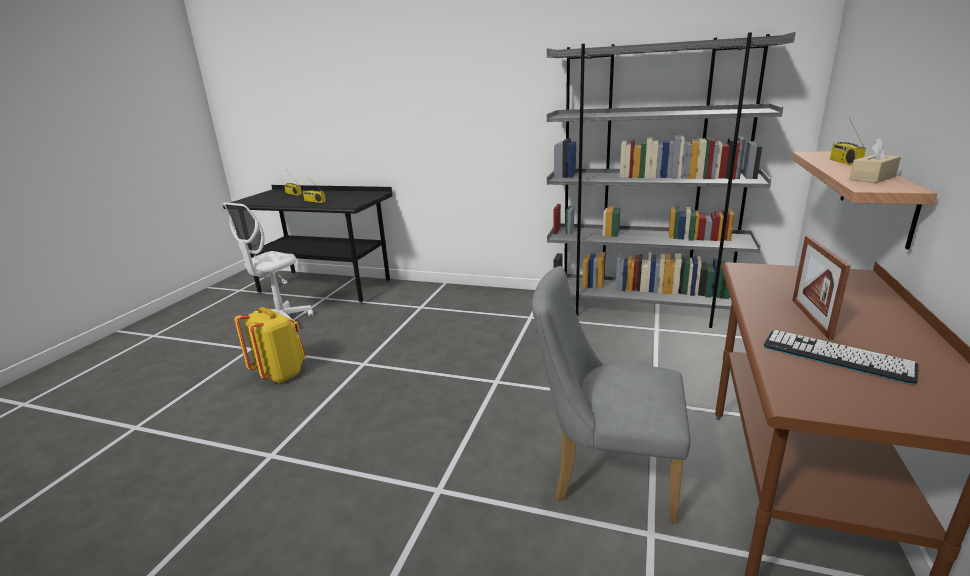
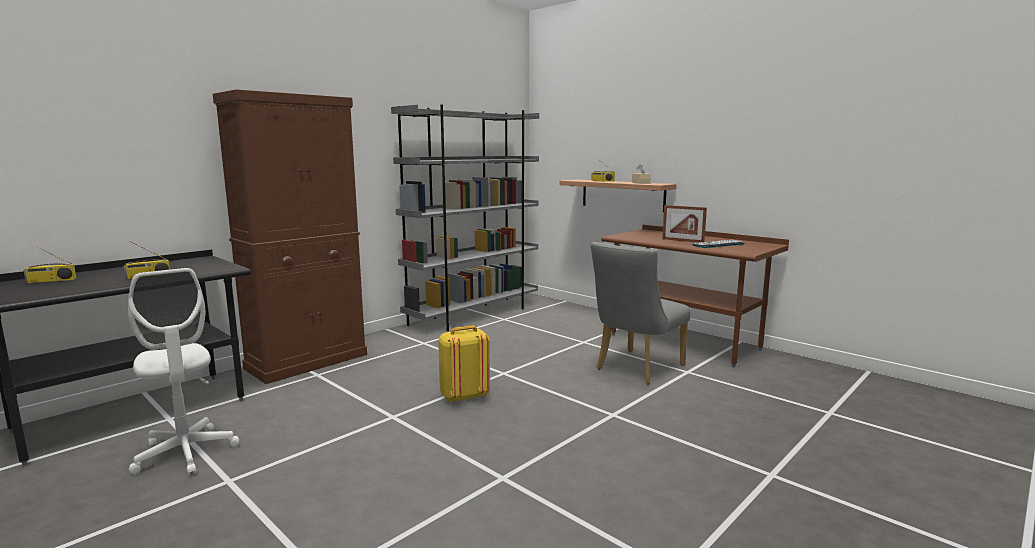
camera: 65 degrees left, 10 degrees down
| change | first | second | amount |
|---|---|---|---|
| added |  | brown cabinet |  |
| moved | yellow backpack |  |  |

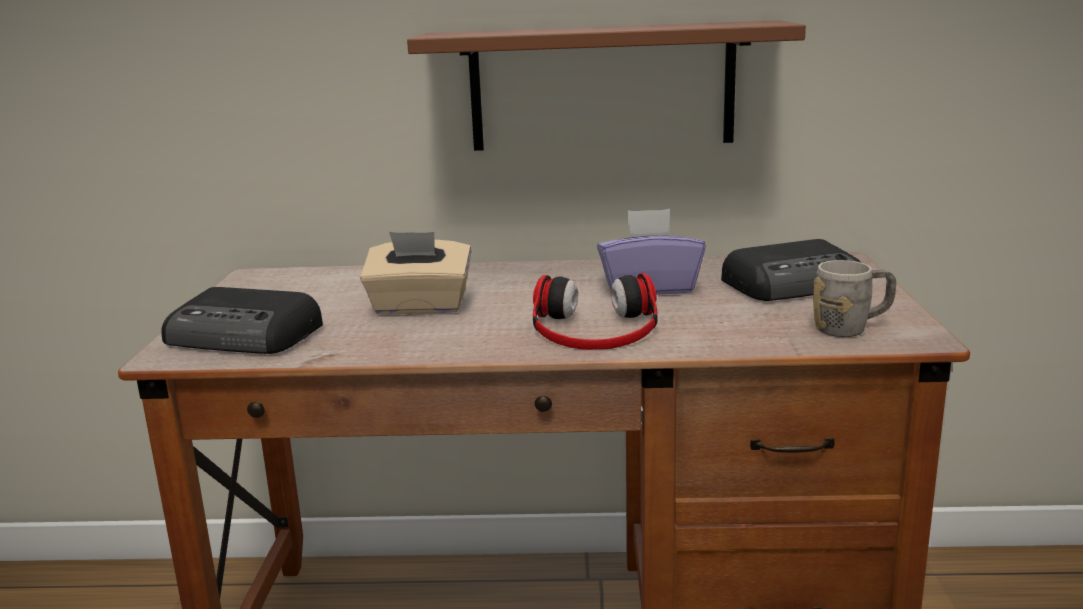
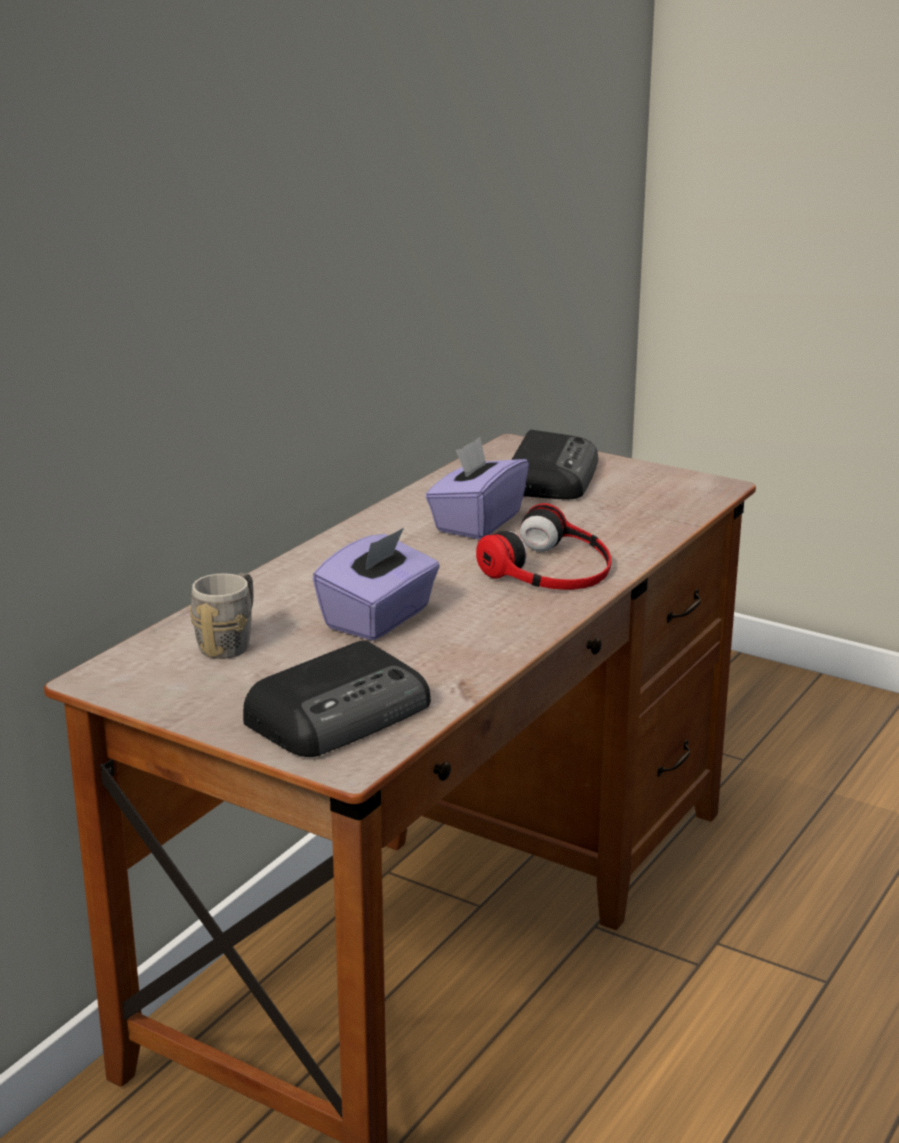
camera: 60 degrees left, 5 degrees up
| change | first | second | amount |
|---|---|---|---|
| moved | grey mug |  |  |
| recoloured | beige tissue box | purple tissue box (1st from left) |  |
| removed | brown shelf |  |  |

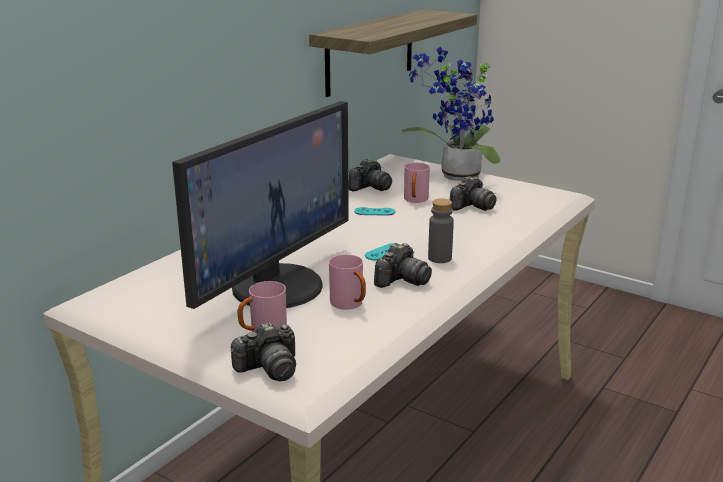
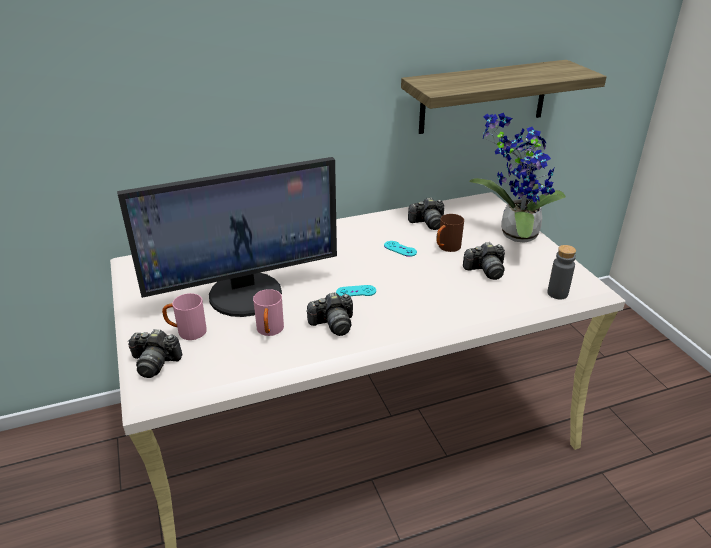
camera: 35 degrees right, 10 degrees up
| change | first | second | amount |
|---|---|---|---|
| recoloured | pink mug (3rd from left) | brown mug |  |
| moved | grey bottle |  |  |

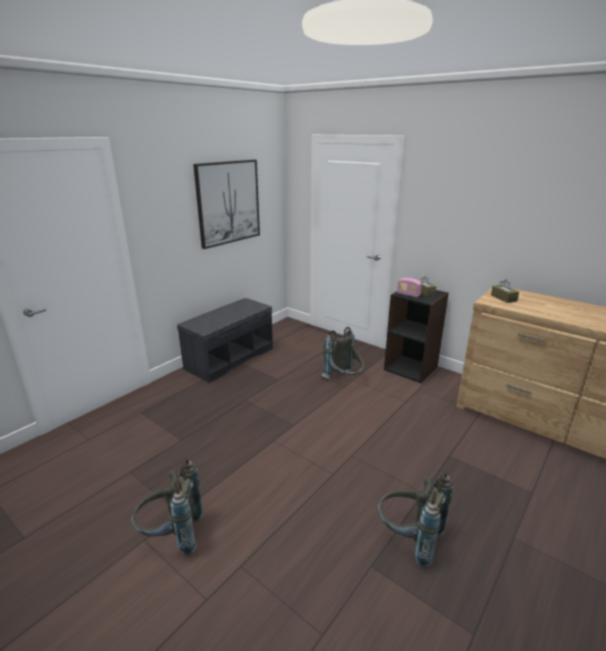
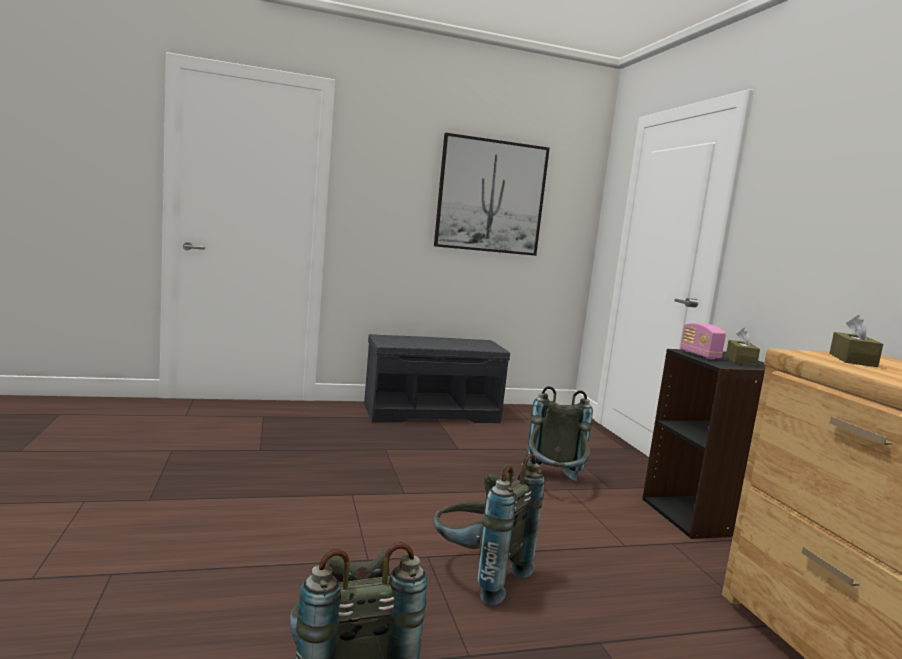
camera: 35 degrees right, 15 degrees down
| change | first | second | amount |
|---|---|---|---|
| moved | grey backpack (1st from left in the first image) | grey backpack (2nd from left) |  |

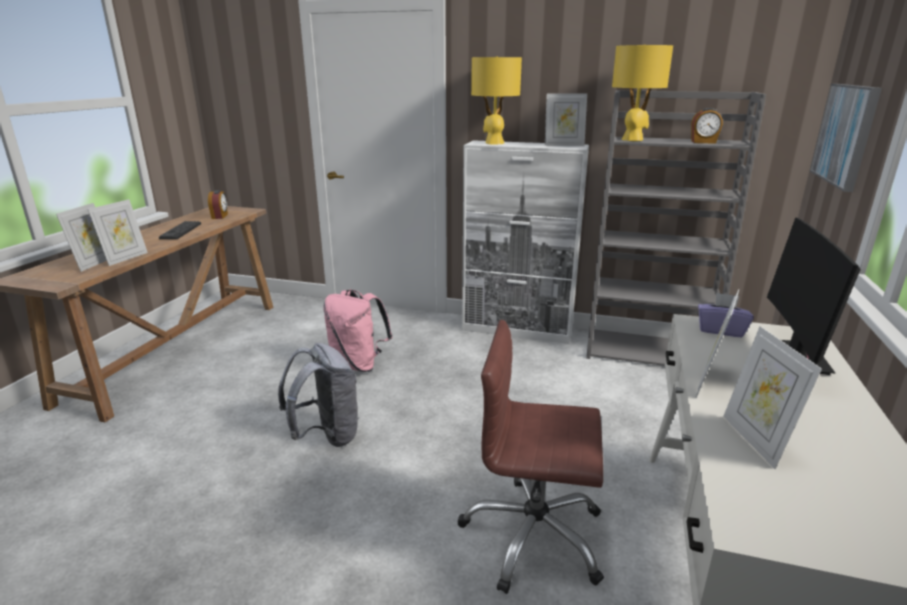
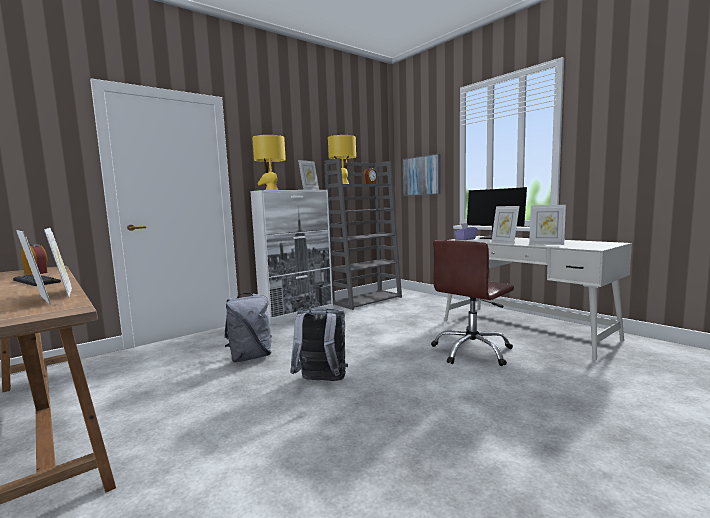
camera: 55 degrees left, 15 degrees down
| change | first | second | amount |
|---|---|---|---|
| recoloured | pink backpack | grey backpack (1st from left) |  |

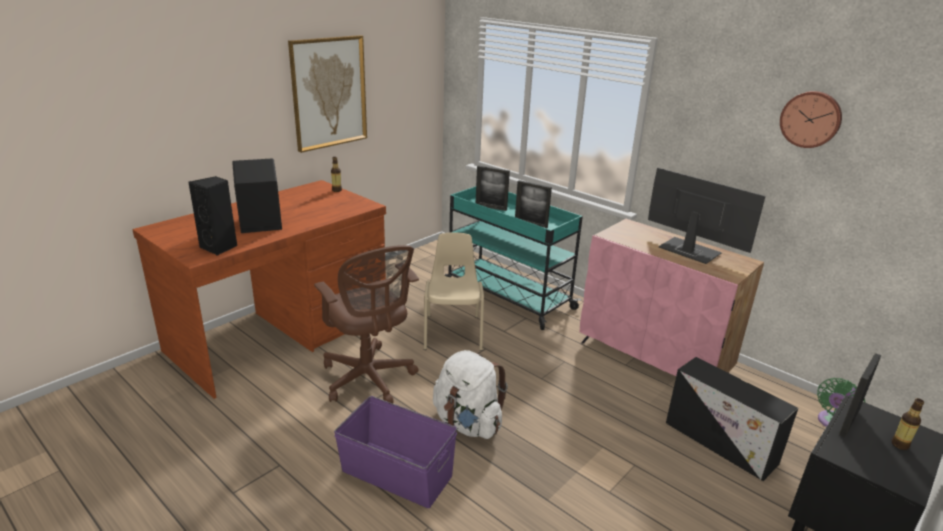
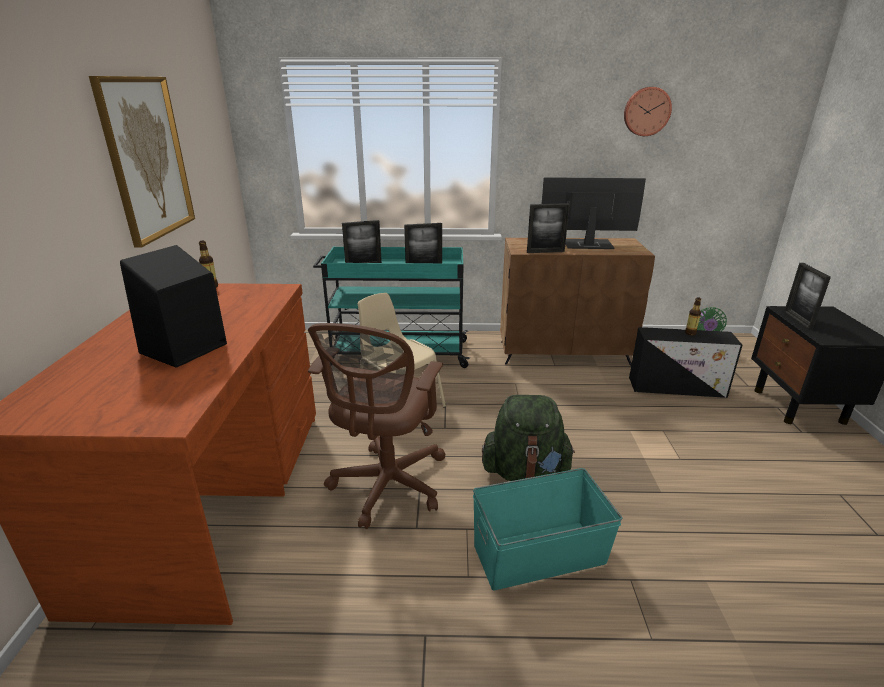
camera: 40 degrees left, 0 degrees up
| change | first | second | amount |
|---|---|---|---|
| turned | brown office chair |  | 90 degrees clockwise |
| recoloured | purple storage box | turquoise storage box |  |
| recoloured | white backpack | green backpack |  |
| recoloured | pink cabinet | brown cabinet |  |
| added |  | picture frame (3rd from left) |  |
| moved | bottle (2nd from left) |  |  |
| removed | black speaker (1st from left) |  |  |

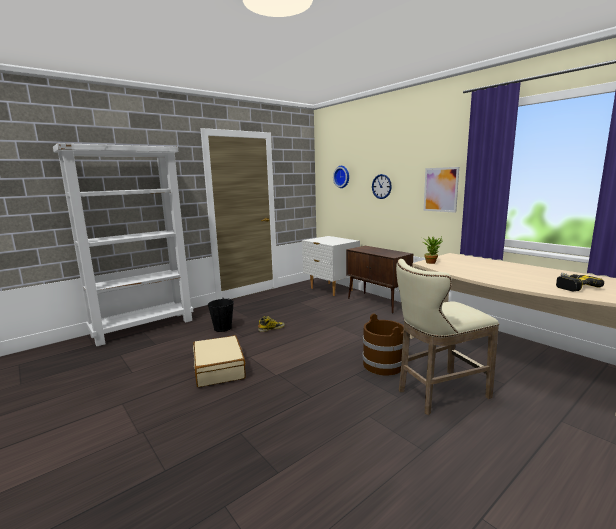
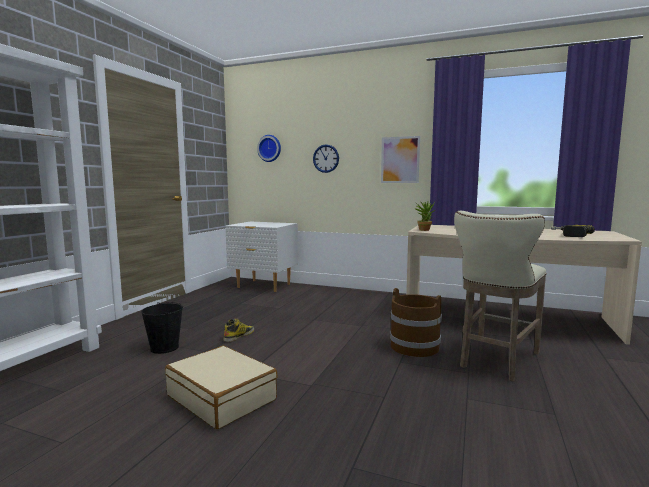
camera: 30 degrees left, 5 degrees down
| change | first | second | amount |
|---|---|---|---|
| removed | brown cabinet |  |  |

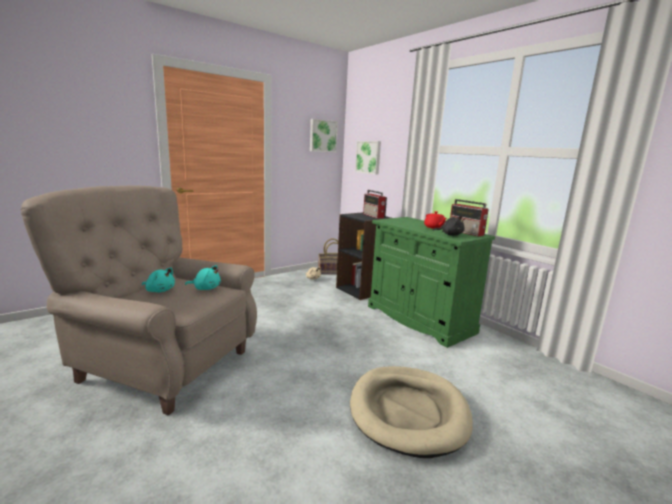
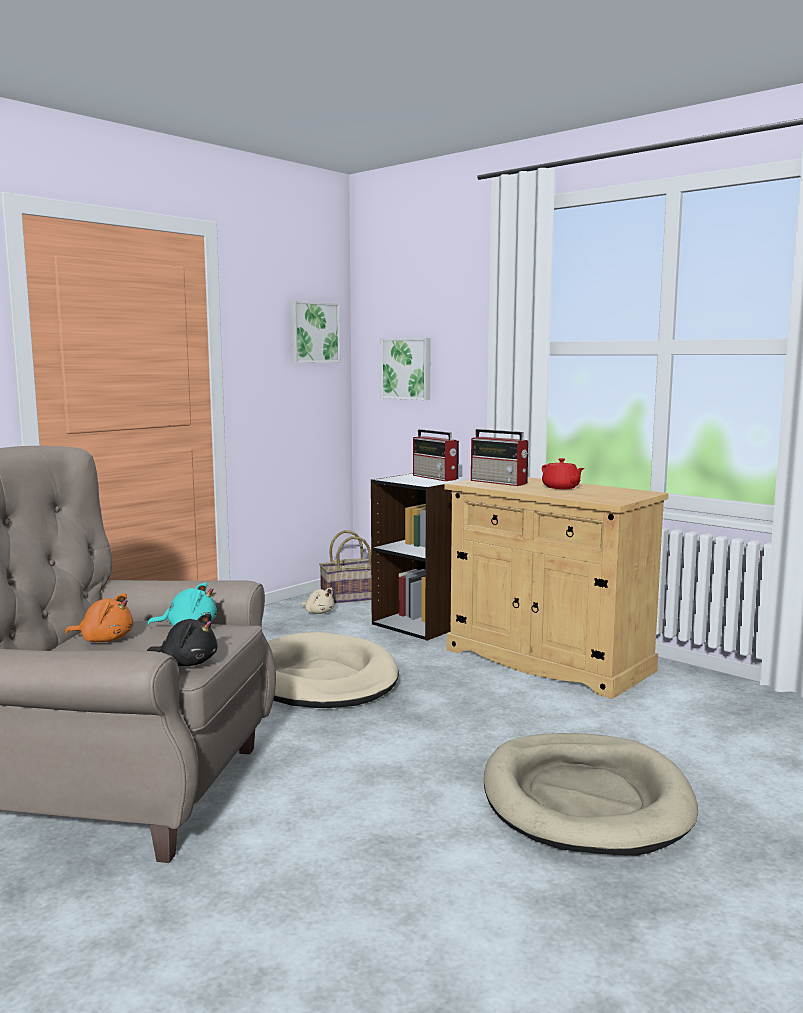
camera: 10 degrees left, 5 degrees down
| change | first | second | amount |
|---|---|---|---|
| recoloured | turquoise plush toy (1st from left) | orange plush toy |  |
| moved | black plush toy |  |  |
| added |  | beige dog bed (1st from left) |  |
| recoloured | green cabinet | beige cabinet |  |
| moved | radio (2nd from left) |  |  |

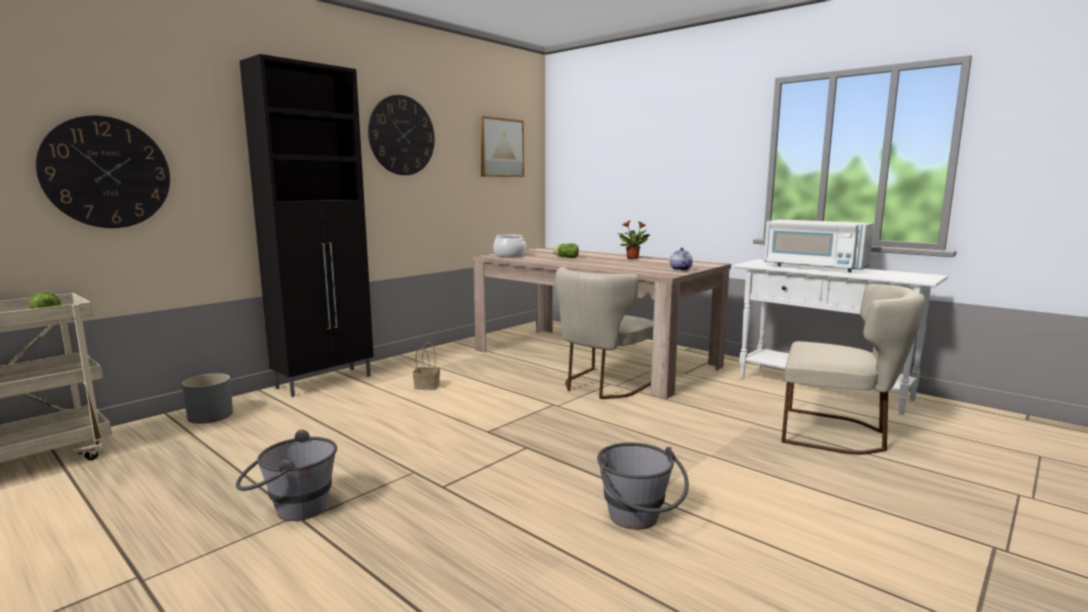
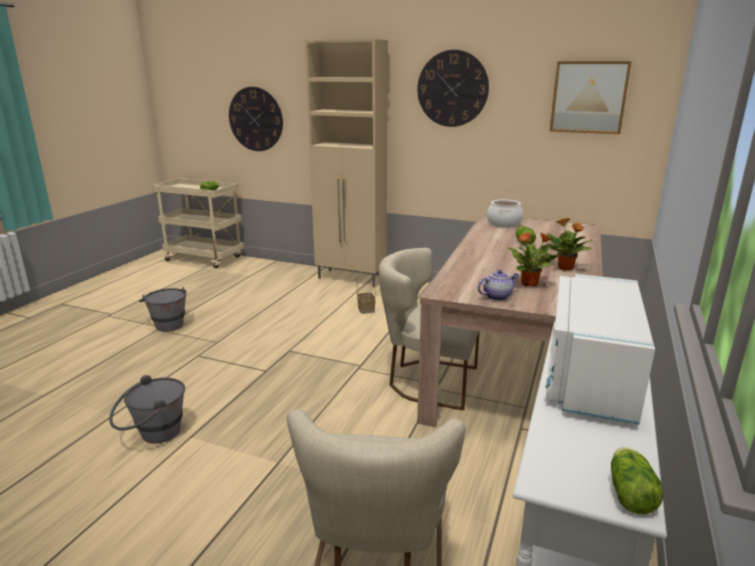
camera: 70 degrees right, 10 degrees up
| change | first | second | amount |
|---|---|---|---|
| recoloured | black cabinet | beige cabinet |  |
| added |  | potted plant (1st from left) |  |
| added |  | lettuce (3rd from left) |  |
| removed | grey planter |  |  |

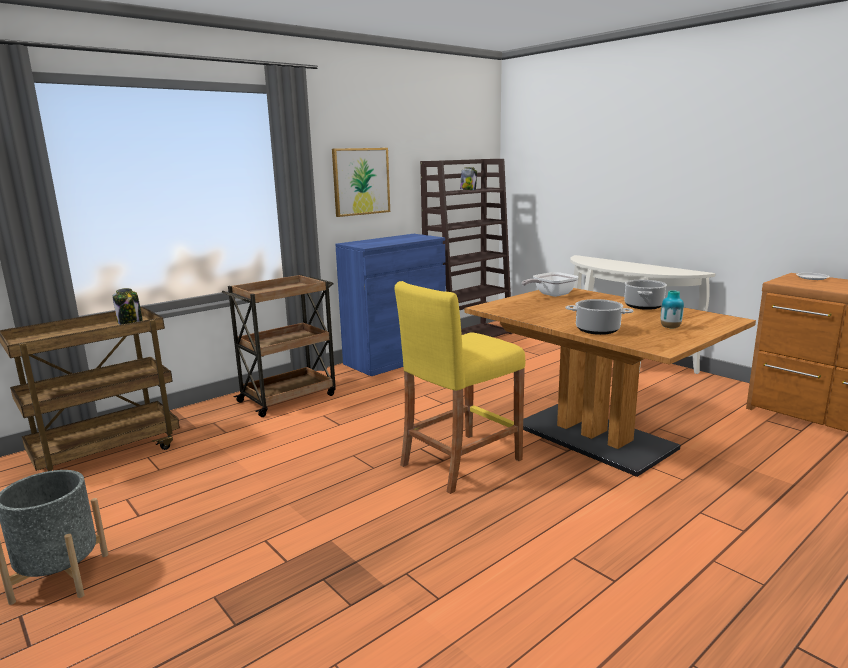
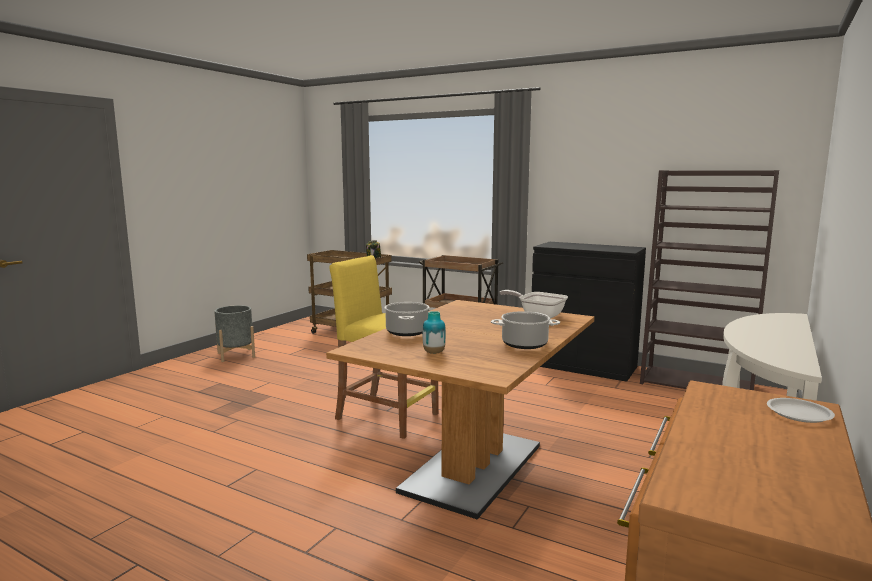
camera: 70 degrees right, 5 degrees down
| change | first | second | amount |
|---|---|---|---|
| recoloured | blue cabinet | black cabinet |  |
| removed | picture |  |  |
| removed | jar (2nd from left) |  |  |

